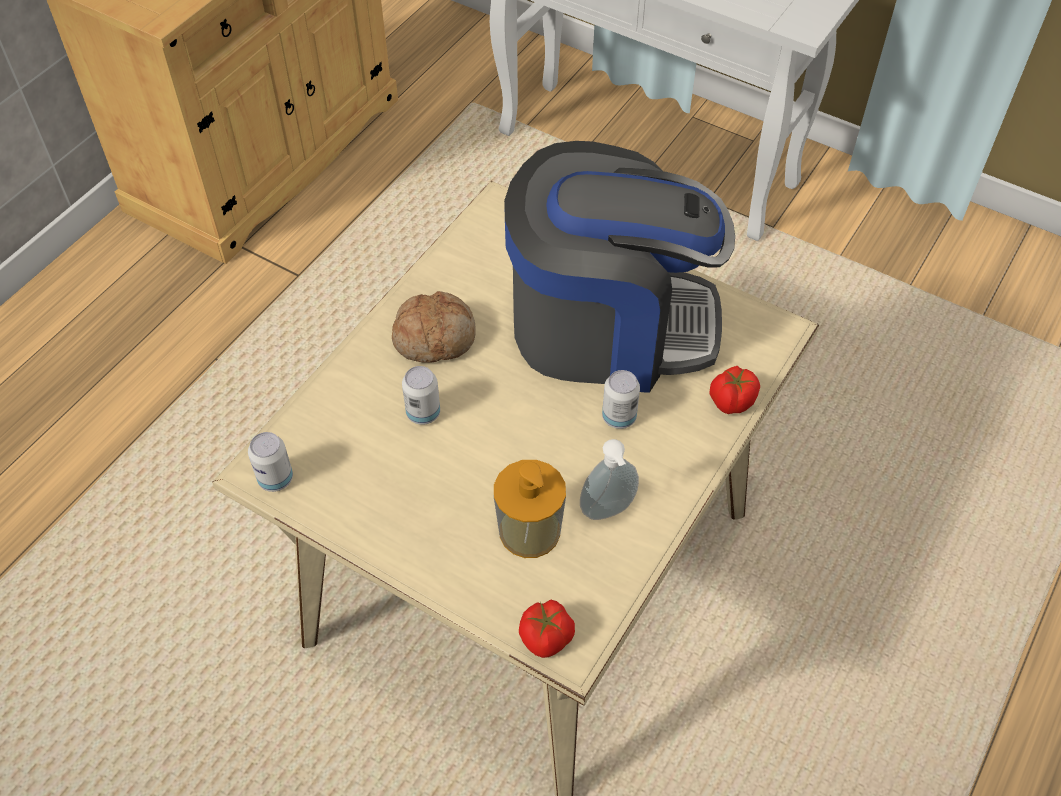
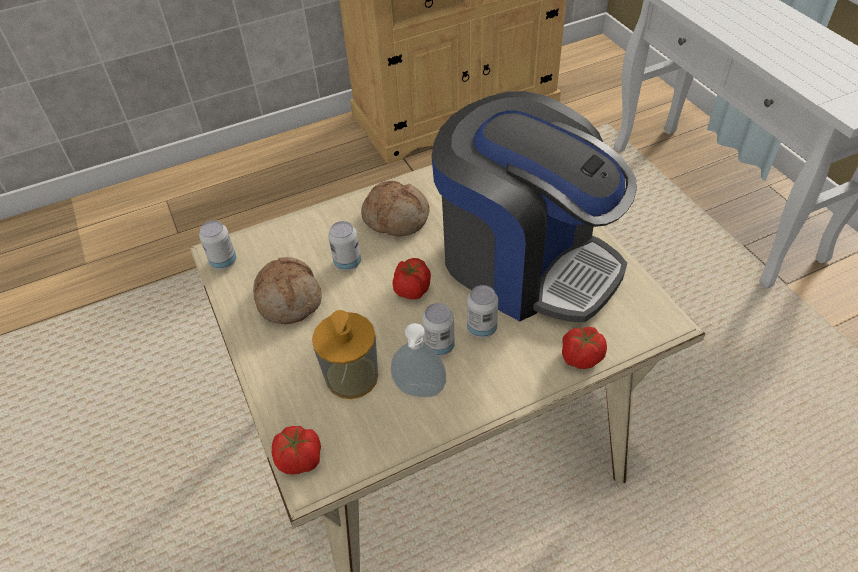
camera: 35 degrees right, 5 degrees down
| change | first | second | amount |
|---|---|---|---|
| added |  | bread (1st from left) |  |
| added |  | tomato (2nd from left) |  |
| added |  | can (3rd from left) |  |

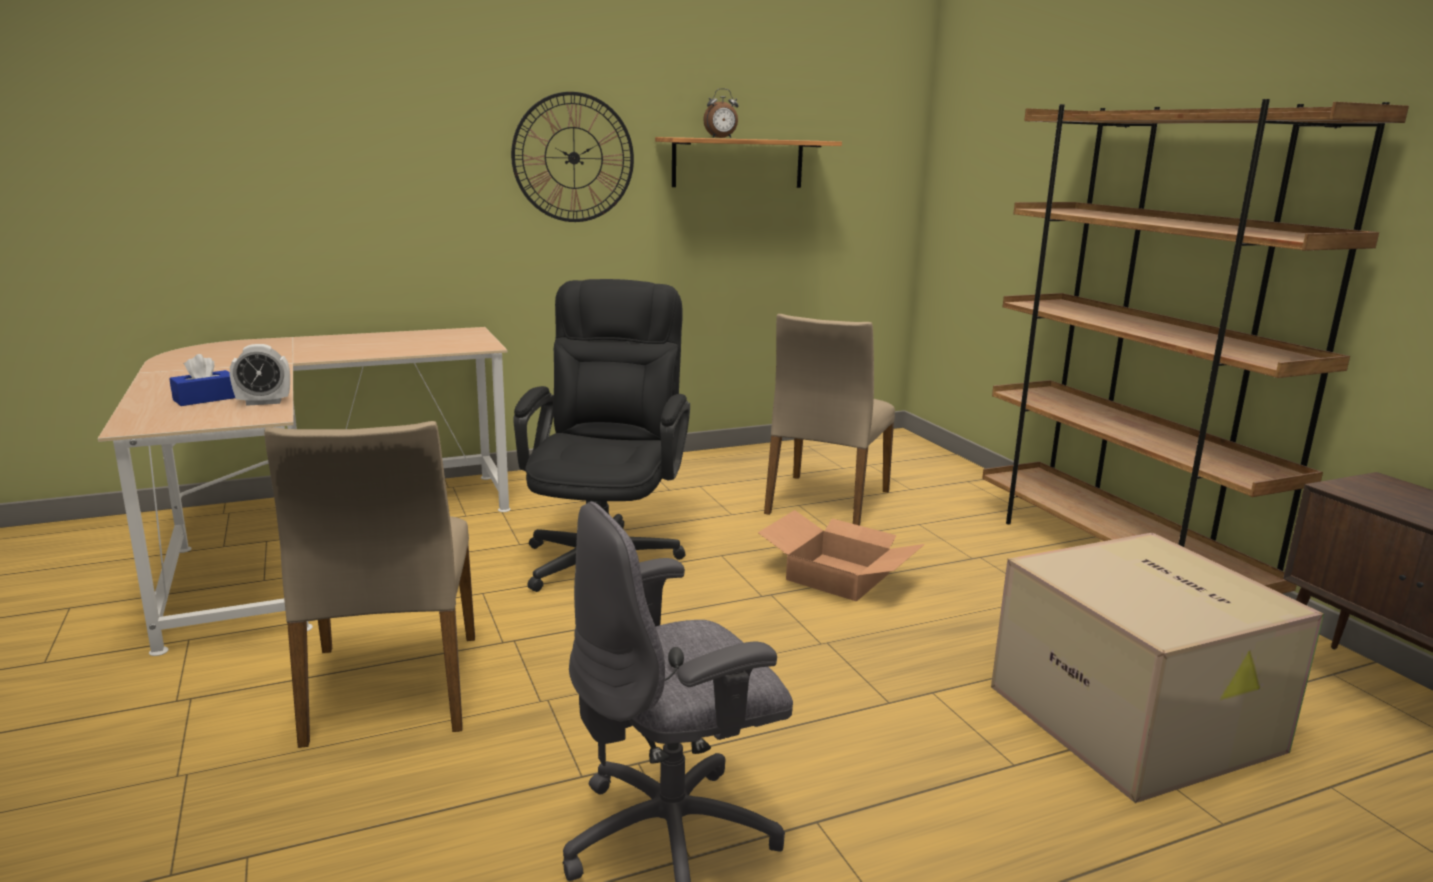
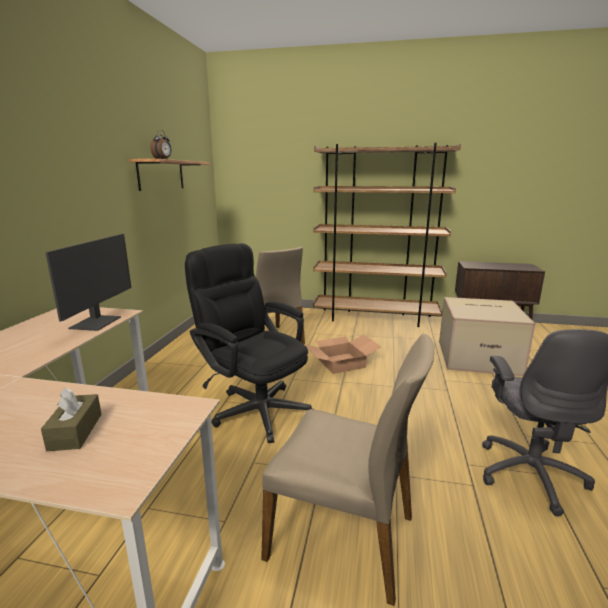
camera: 55 degrees left, 0 degrees up
| change | first | second | amount |
|---|---|---|---|
| recoloured | blue tissue box | brown tissue box |  |
| added |  | monitor |  |
| removed | alarm clock (1st from left) |  |  |
| removed | wall clock |  |  |

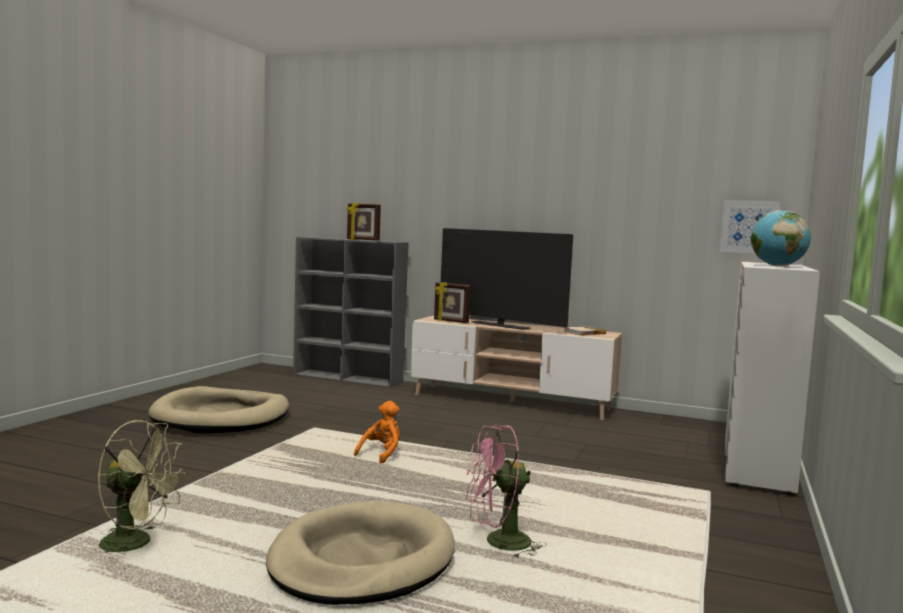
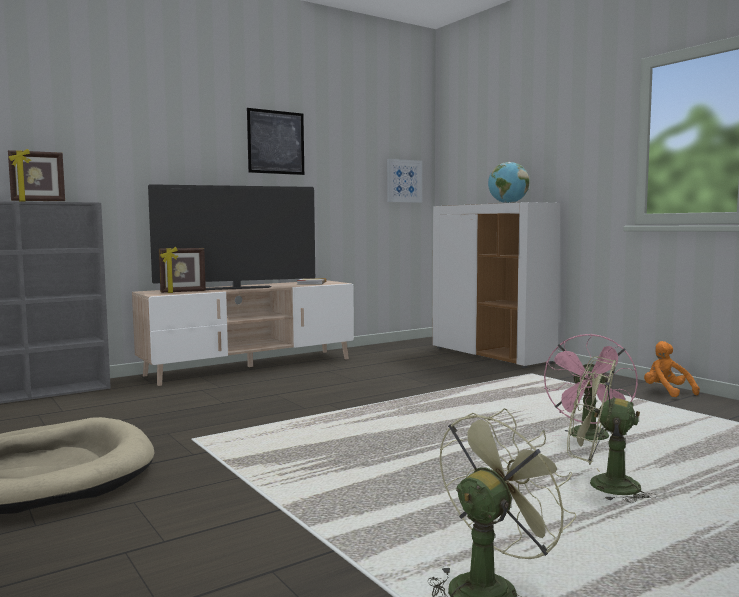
camera: 55 degrees left, 0 degrees up
| change | first | second | amount |
|---|---|---|---|
| added |  | picture (1st from left) |  |
| replaced | beige dog bed (2nd from left) | green fan (2nd from left) |  |
| moved | orange plush toy |  |  |

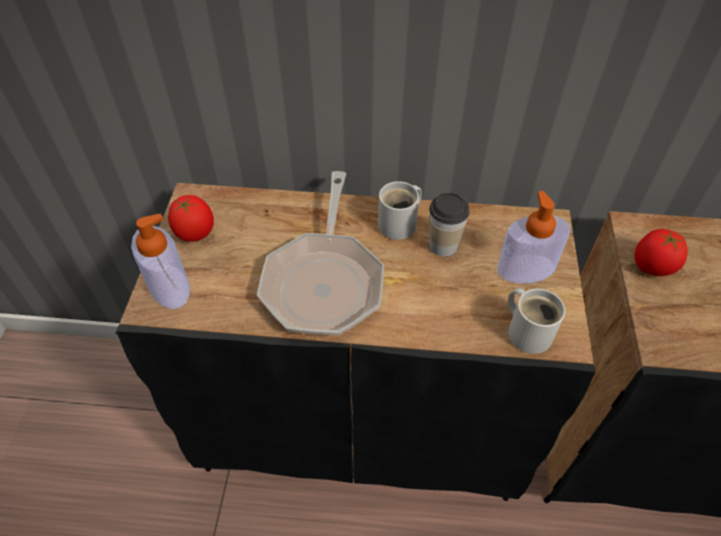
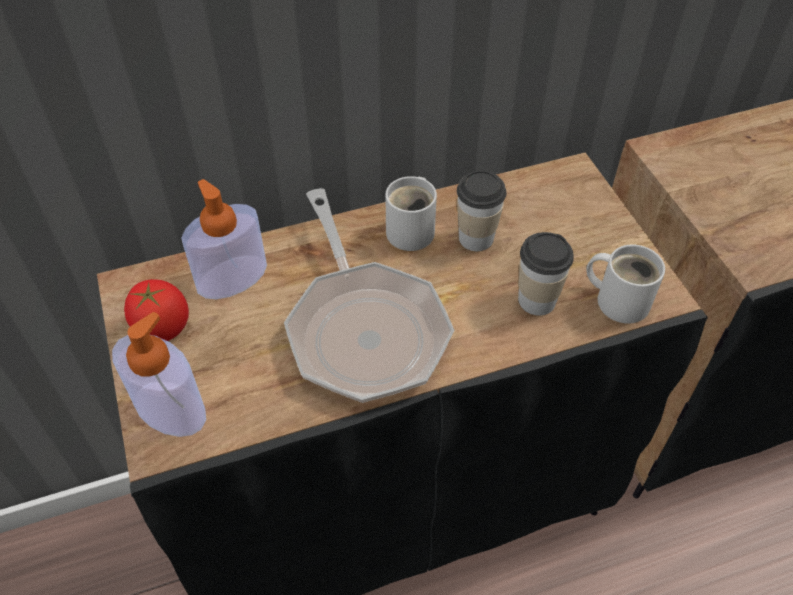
camera: 25 degrees left, 0 degrees up
| change | first | second | amount |
|---|---|---|---|
| moved | soap dispenser (2nd from left) |  |  |
| added |  | cup (2nd from left) |  |
| removed | tomato (2nd from left) |  |  |

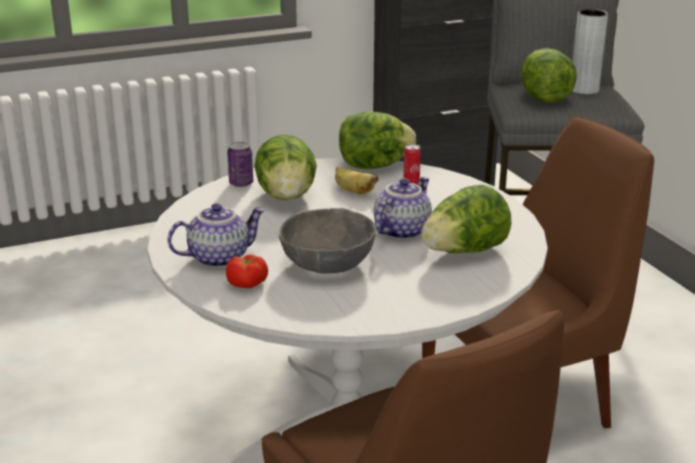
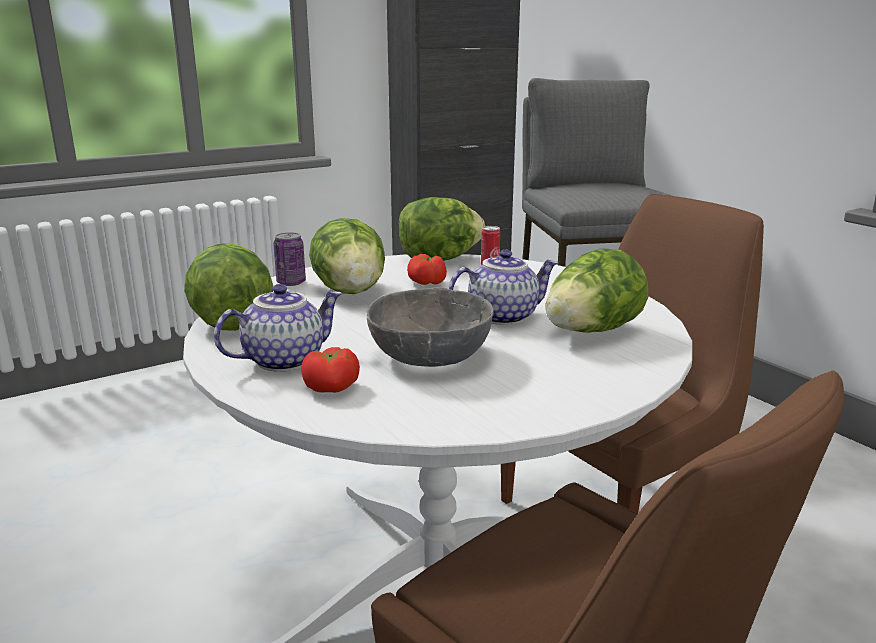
camera: 10 degrees left, 5 degrees down
| change | first | second | amount |
|---|---|---|---|
| moved | lettuce (4th from left in the first image) | lettuce (1st from left) |  |
| replaced | banana | tomato (2nd from left) |  |
| turned | teapot (2nd from left) |  | 45 degrees clockwise |
| removed | grey vase |  |  |

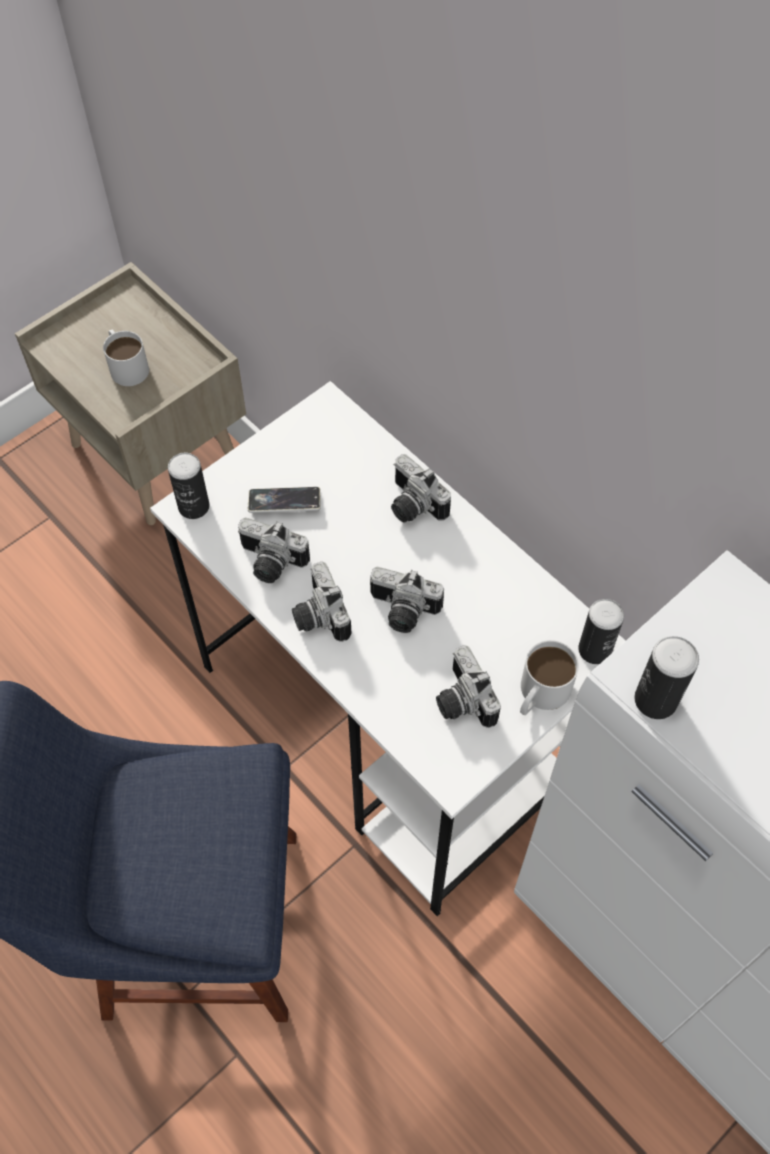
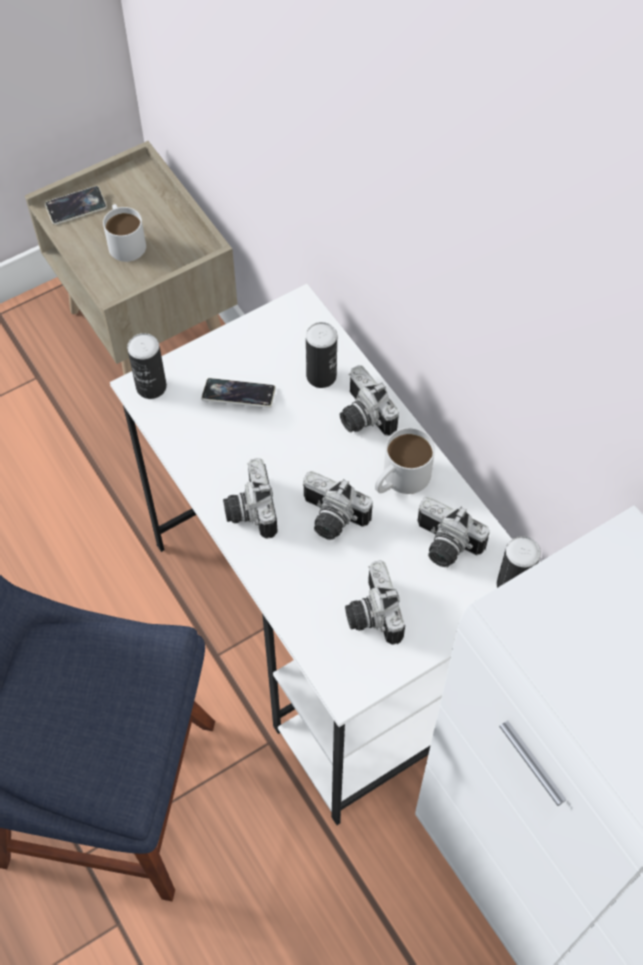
camera: 10 degrees right, 0 degrees up
| change | first | second | amount |
|---|---|---|---|
| added |  | phone (1st from left) |  |
| moved | can (3rd from left in the first image) | can (2nd from left) |  |
| moved | white mug (2nd from left) |  |  |
| moved | photo camera (1st from left in the first image) | photo camera (5th from left) |  |

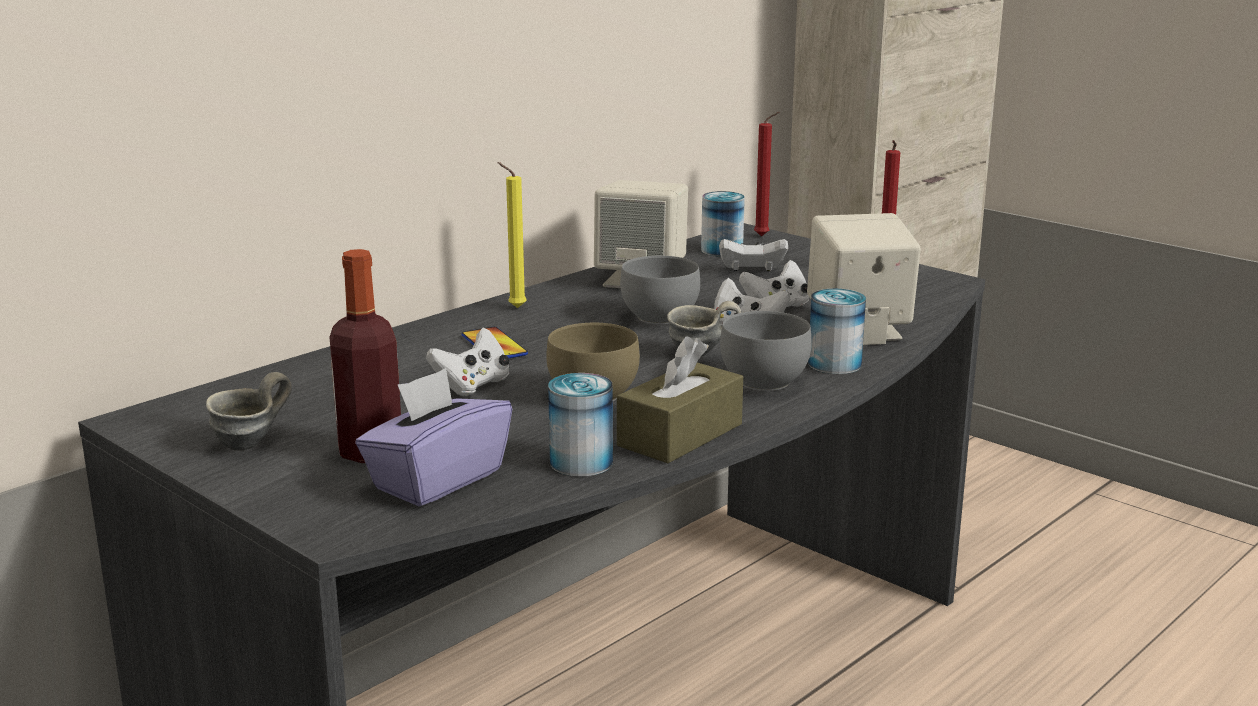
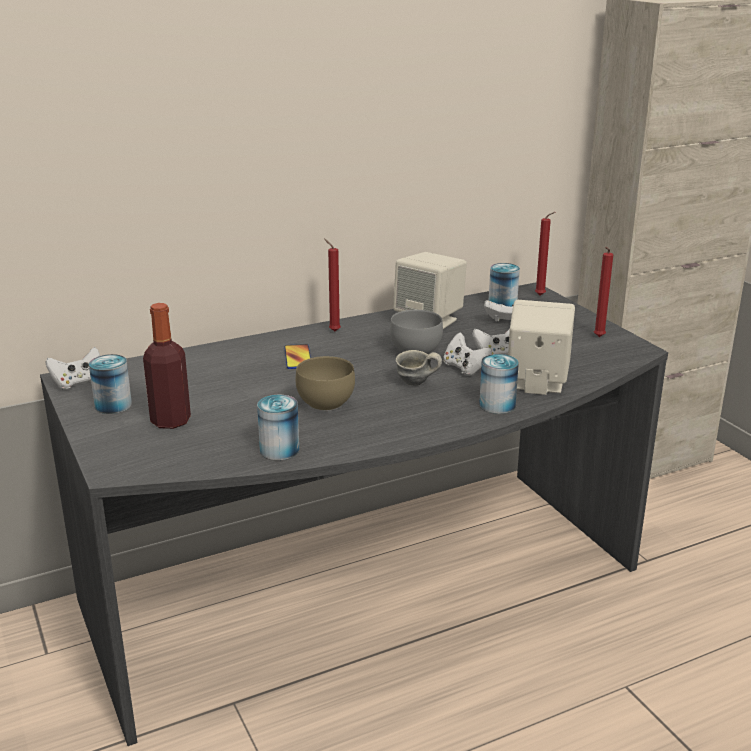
camera: 20 degrees right, 5 degrees up
| change | first | second | amount |
|---|---|---|---|
| moved | white game controller (1st from left) |  |  |
| replaced | grey mug (1st from left) | can (1st from left) |  |
| recoloured | yellow candle | red candle (1st from left) |  |
| removed | purple tissue box |  |  |
| removed | brown tissue box |  |  |
| removed | grey bowl (2nd from left) |  |  |

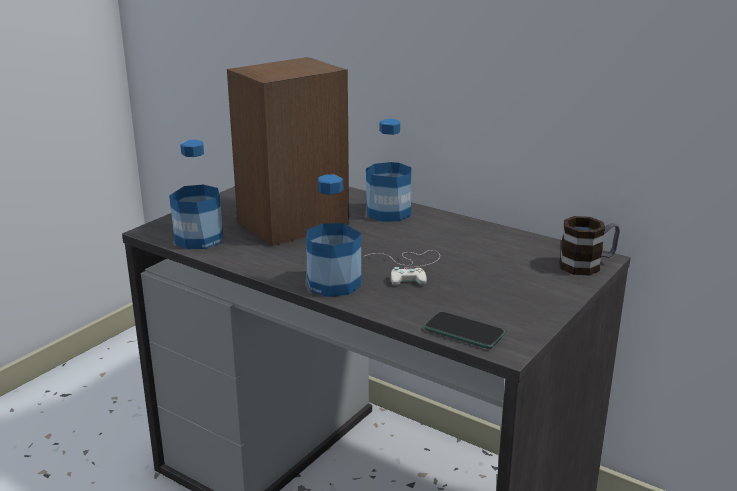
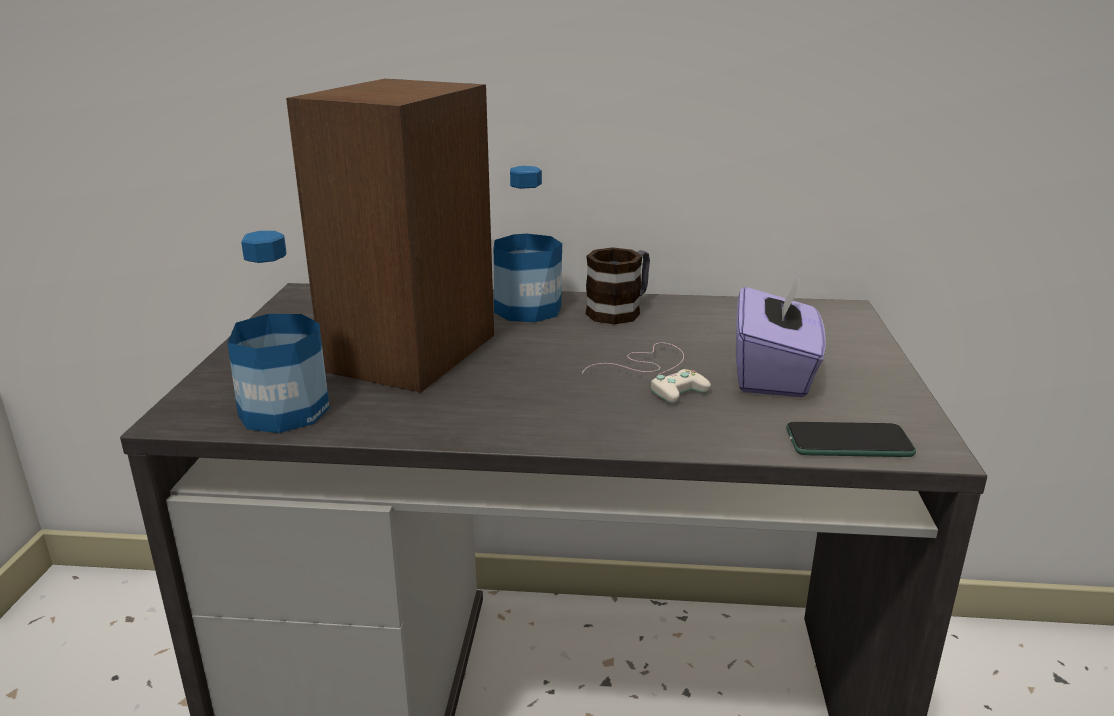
camera: 30 degrees left, 0 degrees up
| change | first | second | amount |
|---|---|---|---|
| moved | mug |  |  |
| added |  | purple tissue box |  |
| removed | bottle (2nd from left) |  |  |

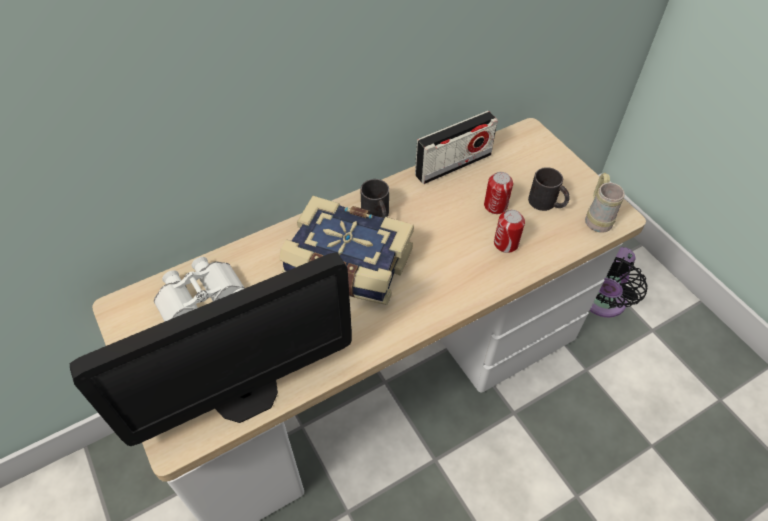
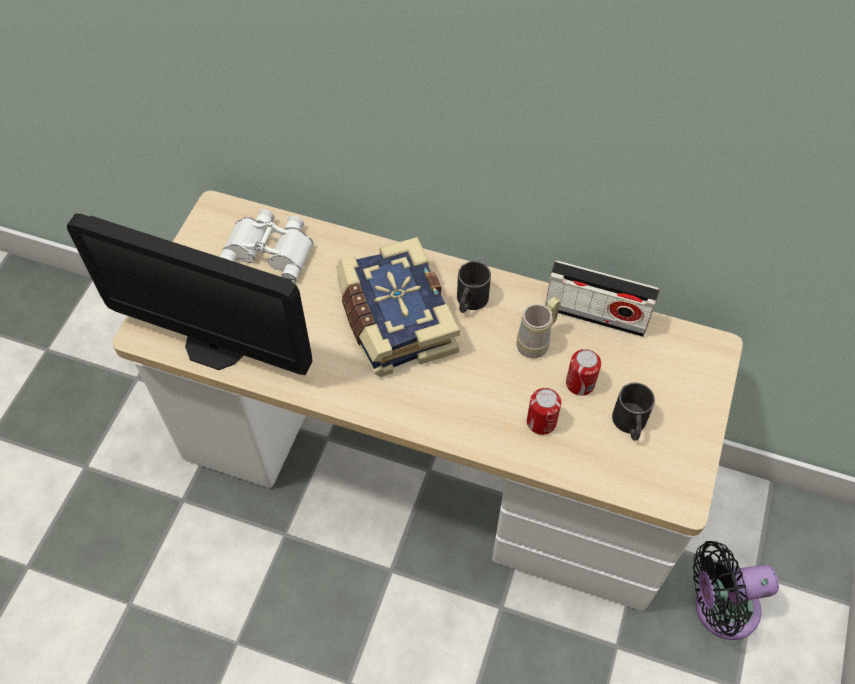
camera: 50 degrees right, 5 degrees up
| change | first | second | amount |
|---|---|---|---|
| moved | beige mug |  |  |

